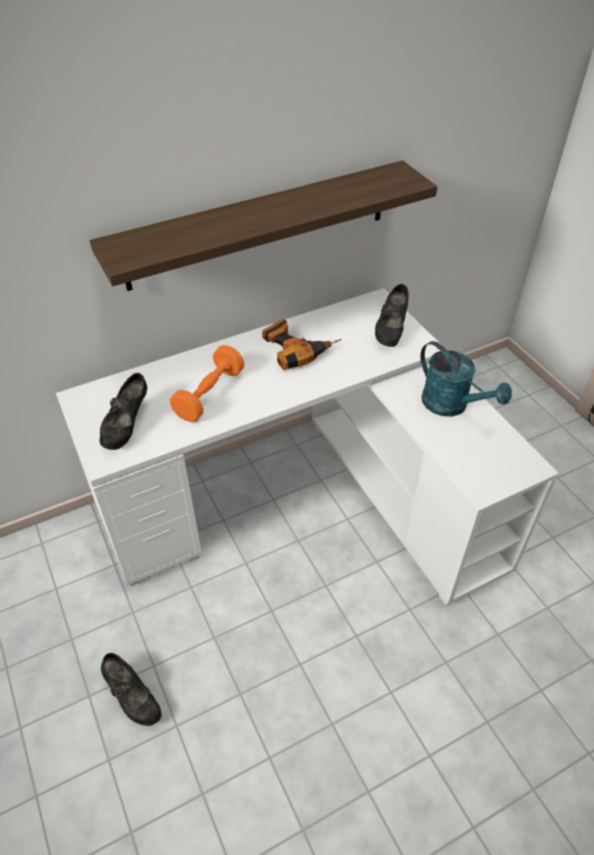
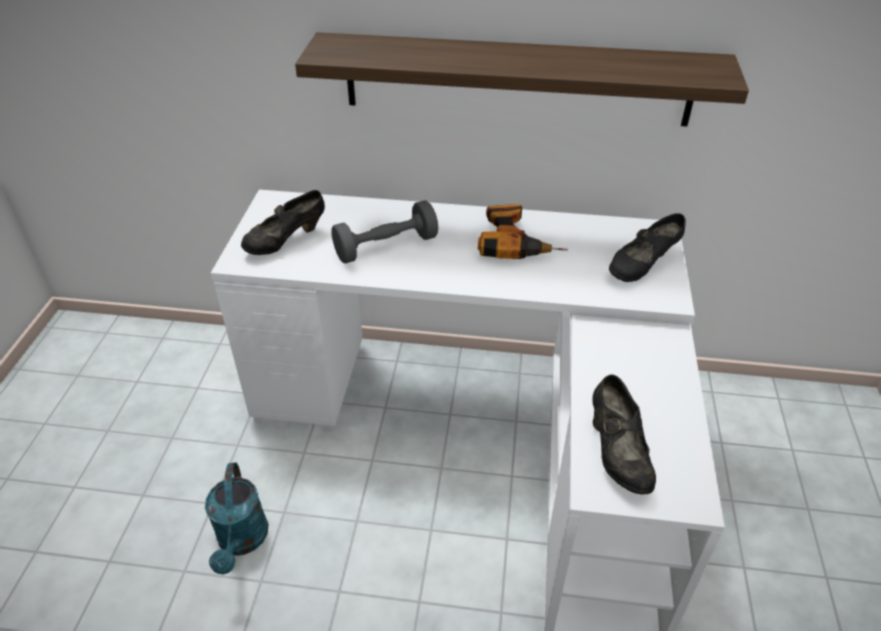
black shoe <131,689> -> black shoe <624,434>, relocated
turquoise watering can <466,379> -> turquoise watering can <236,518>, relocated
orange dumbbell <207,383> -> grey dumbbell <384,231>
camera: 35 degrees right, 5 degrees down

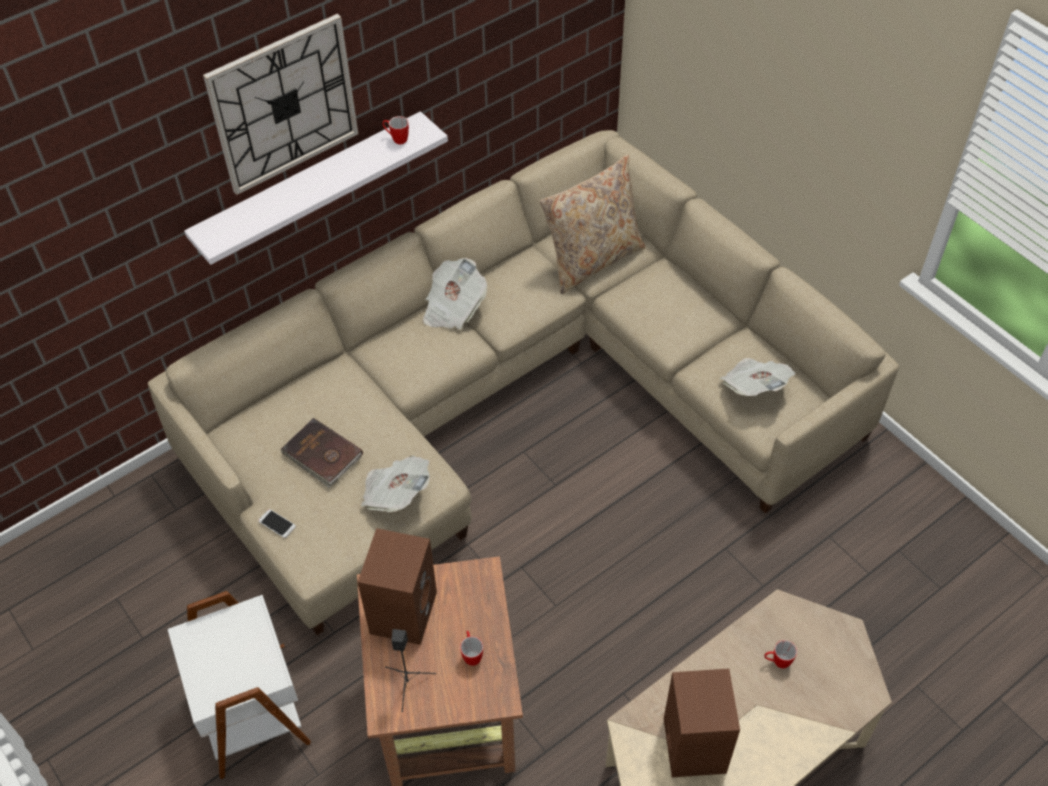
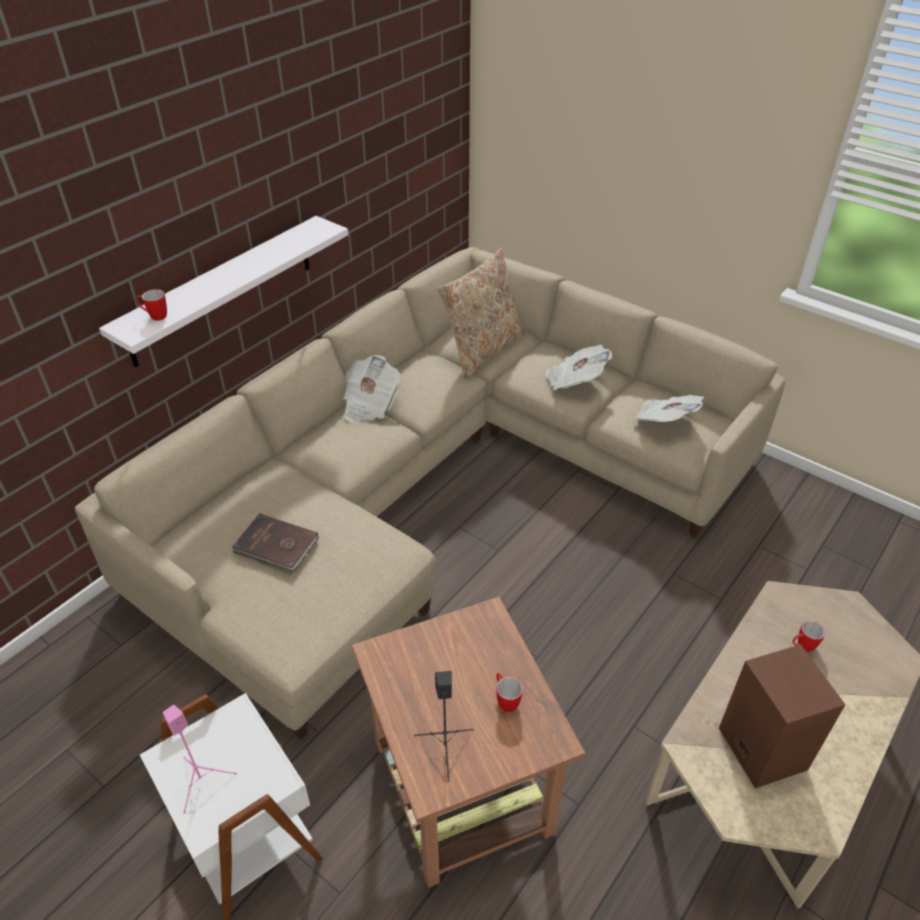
wall clock <280,104> -> none
phone <277,523> -> none
brown speaker <397,586> -> none
none -> pink speaker <199,759>
newspaper <395,484> -> newspaper <578,367>, relocated
mug <396,130> -> mug <151,305>, relocated
camera: 15 degrees left, 10 degrees down

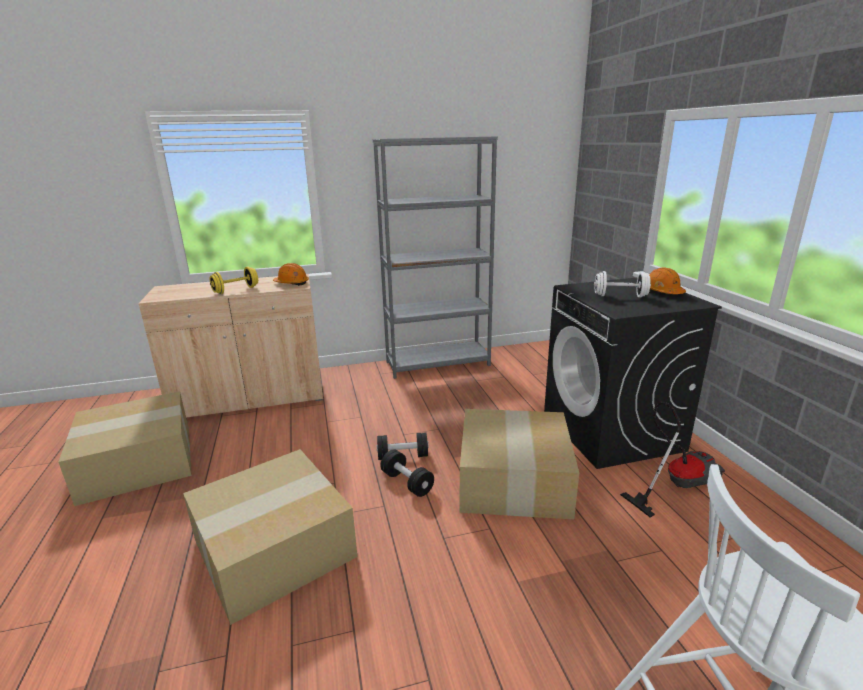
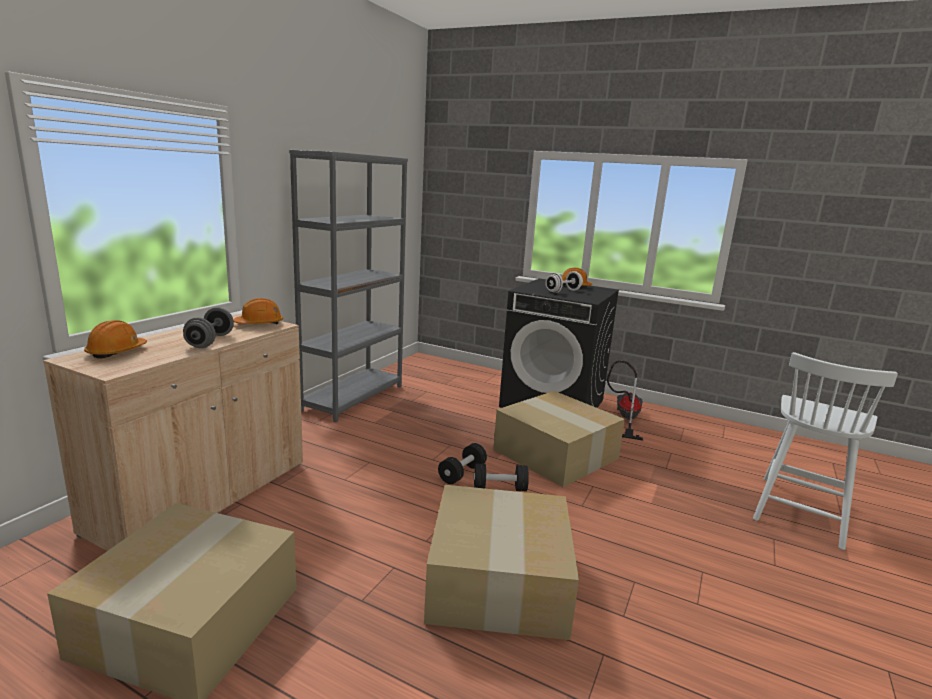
none -> orange hard hat <115,339>
yellow dumbbell <234,280> -> grey dumbbell <208,327>
camera: 50 degrees left, 5 degrees down

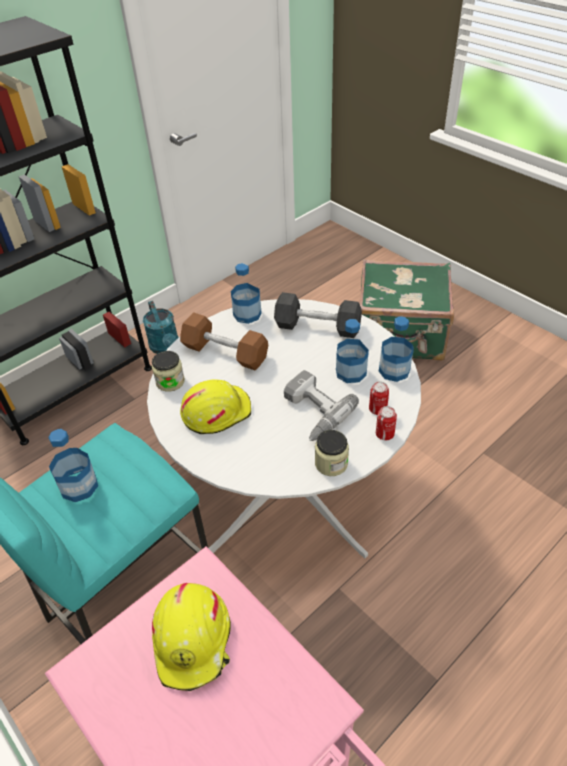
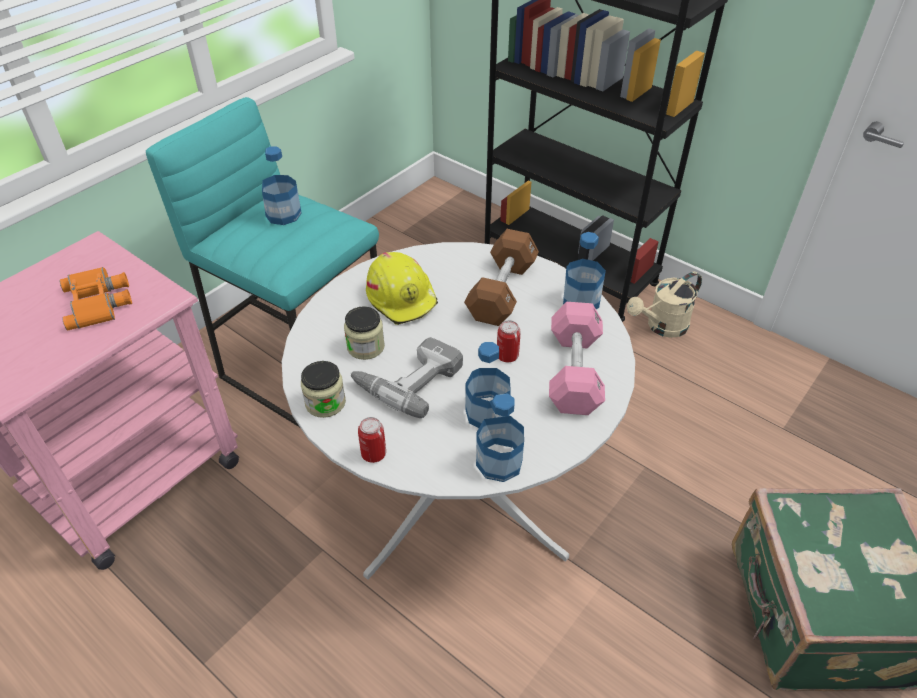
jar <168,371> -> jar <364,333>, relocated
can <379,398> -> can <509,341>, relocated
yellow hard hat <191,637> -> orange binoculars <96,299>
turquoise watering can <161,327> -> beige watering can <664,305>
black dumbbell <318,315> -> pink dumbbell <577,358>
camera: 80 degrees right, 0 degrees up

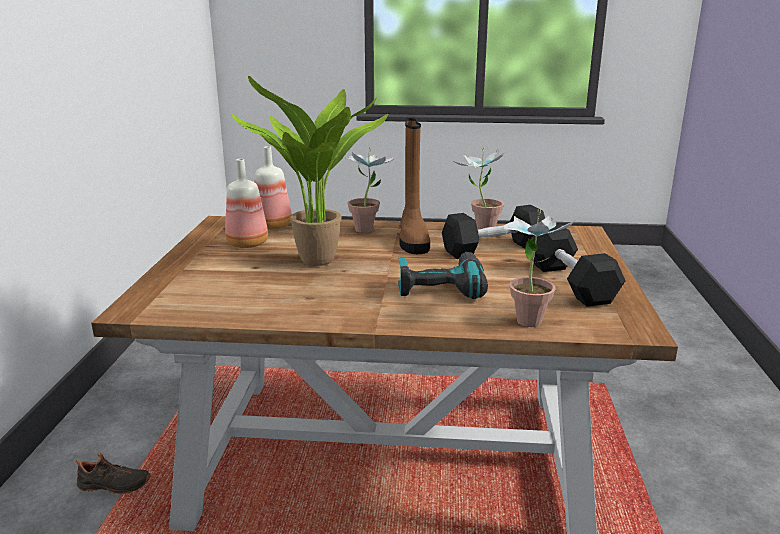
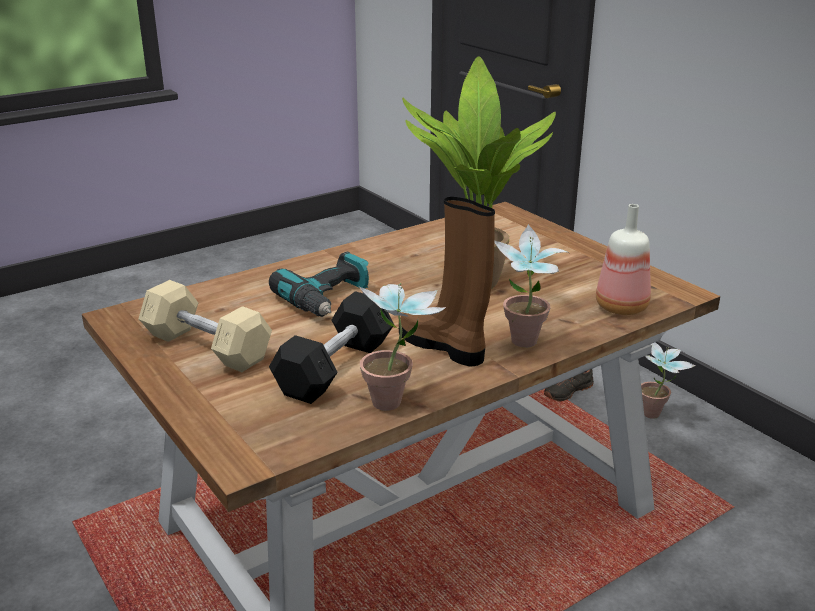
bottle <246,203> -> none
potted plant <537,268> -> potted plant <668,380>, relocated
black dumbbell <578,266> -> beige dumbbell <205,326>
camera: 140 degrees right, 5 degrees up

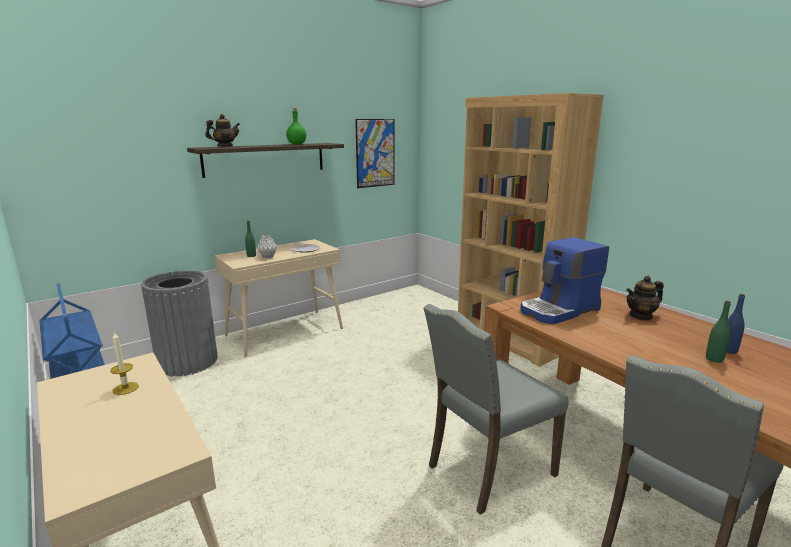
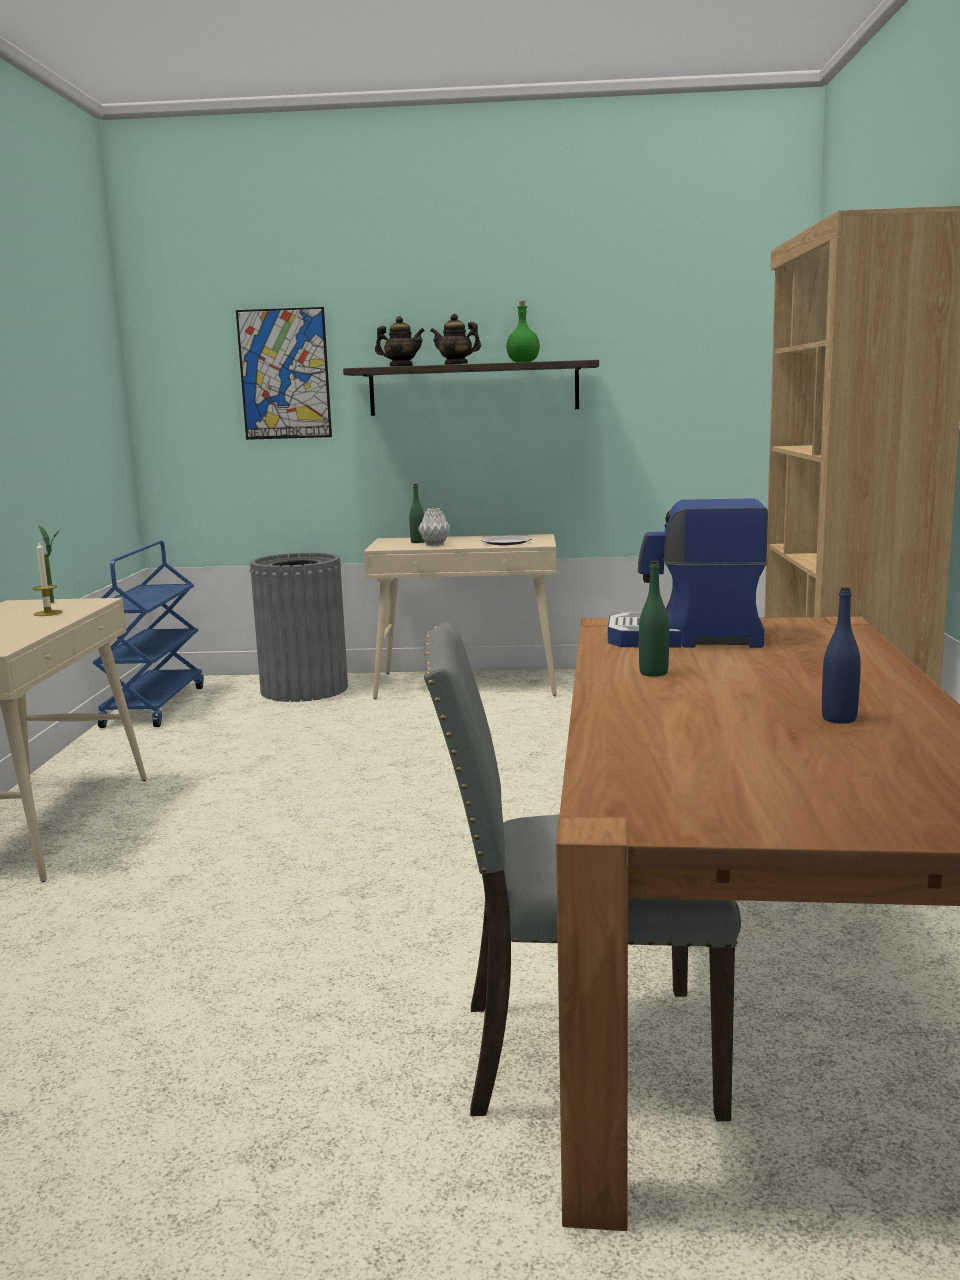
grey chair <496,409> -> none
none -> potted plant <50,564>
picture <375,153> -> picture <284,373>, relocated
teapot <645,298> -> teapot <456,339>, relocated
green bottle <718,332> -> green bottle <654,619>, relocated
camera: 40 degrees right, 5 degrees down

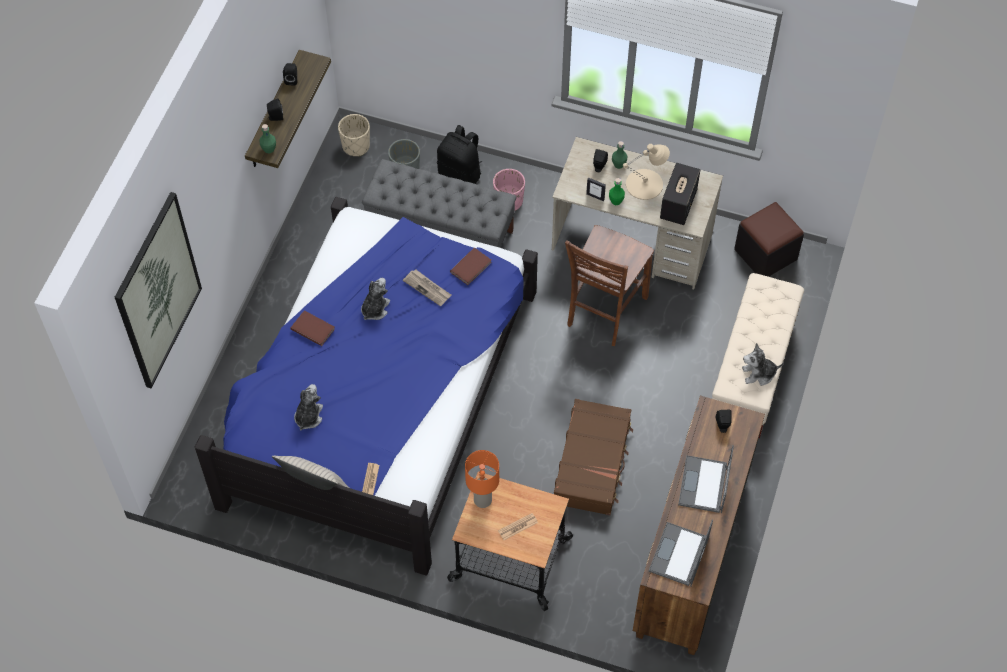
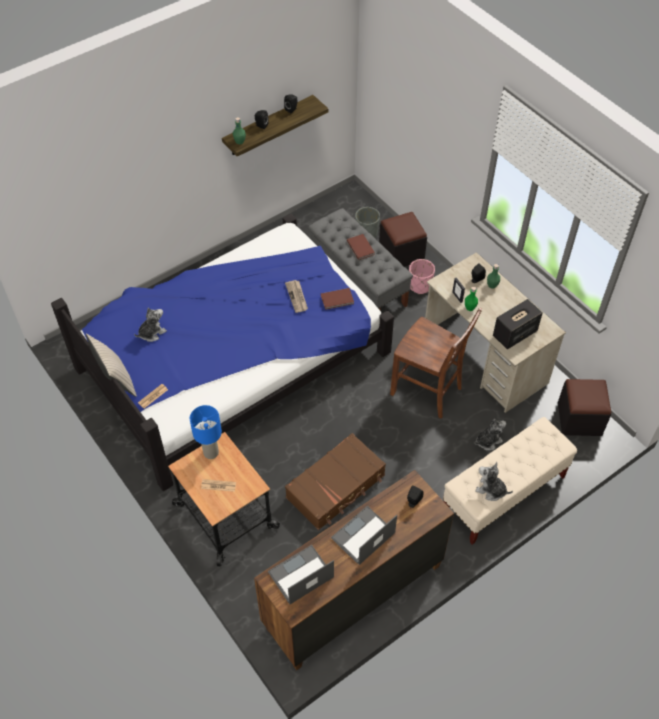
picture <158,290> -> none
beige planter <354,135> -> none
beige table lamp <646,172> -> none
brown book <312,328> -> brown book <361,247>, relocated
plush toy <375,299> -> plush toy <490,435>, relocated
black backpack <459,154> -> black ottoman <403,239>
orange table lamp <482,479> -> blue table lamp <206,432>
brown chair <609,285> -> brown chair <436,363>, 120 degrees counterclockwise
camera: 35 degrees right, 5 degrees down

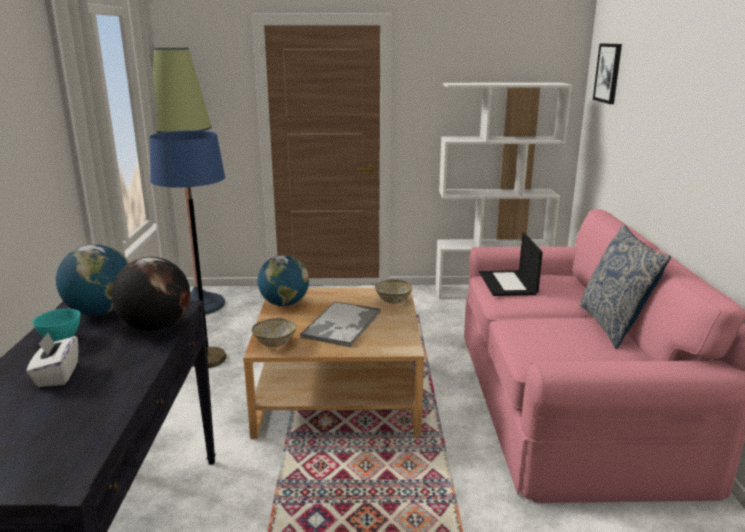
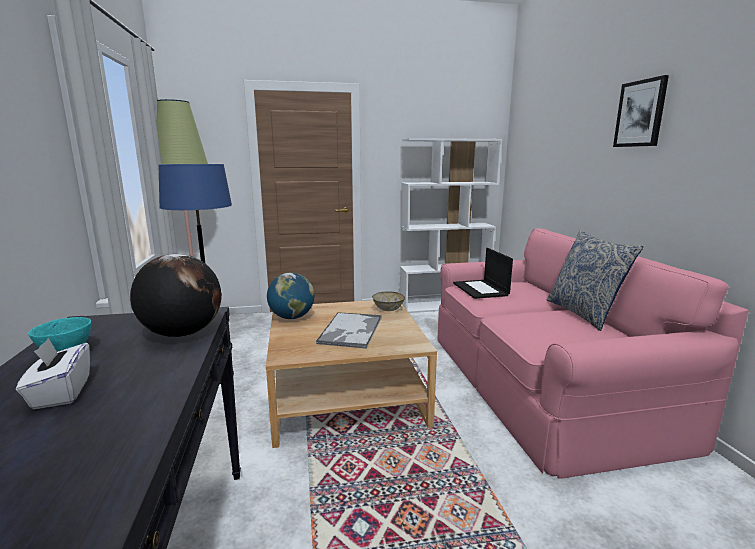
globe <92,280> -> none
bowl <274,333> -> none
picture <607,73> -> picture <641,111>, relocated
camera: 10 degrees left, 5 degrees down

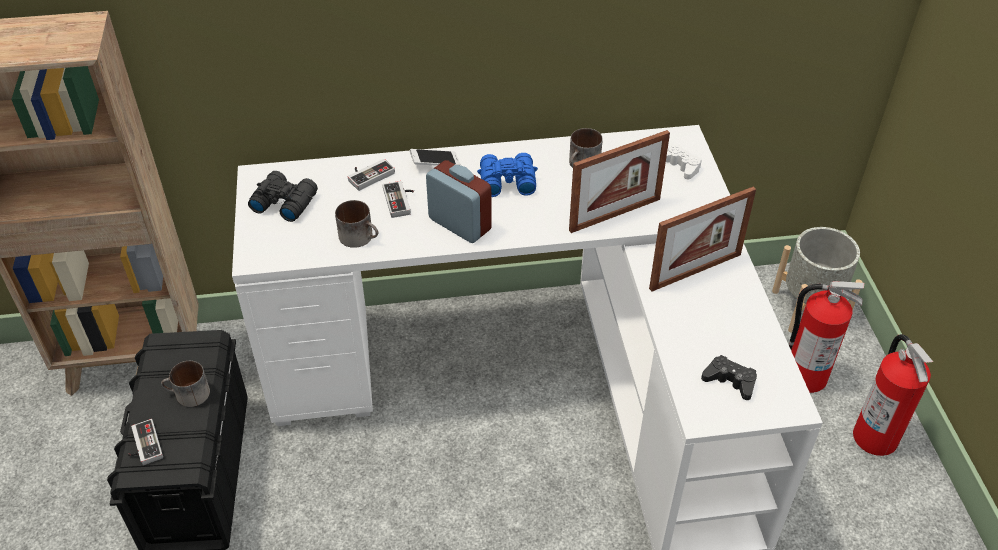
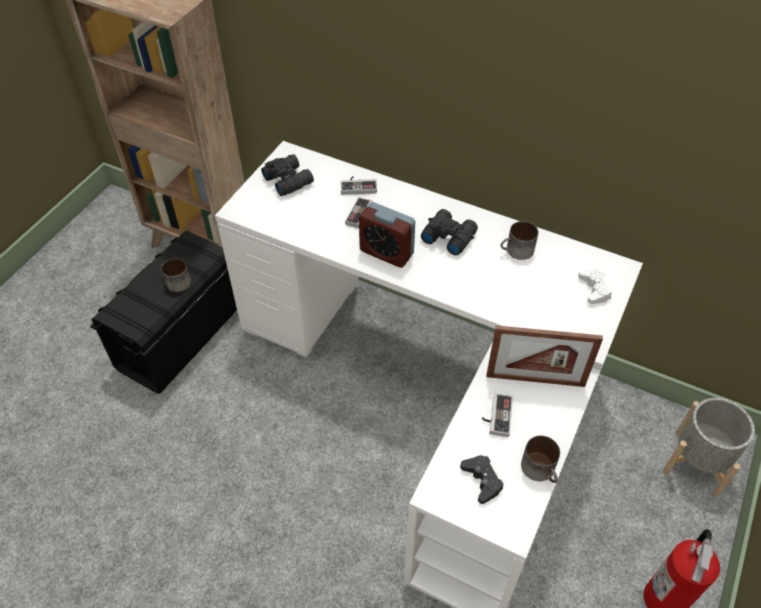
phone <435,157> -> none
picture frame <619,181> -> none
fire extinguisher <826,337> -> none
game controller <145,442> -> game controller <497,415>, relocated
mug <356,224> -> mug <540,459>, relocated
blue binoculars <507,175> -> black binoculars <449,232>
alarm clock <459,201> -> alarm clock <387,235>, 135 degrees clockwise
camera: 35 degrees right, 5 degrees up

